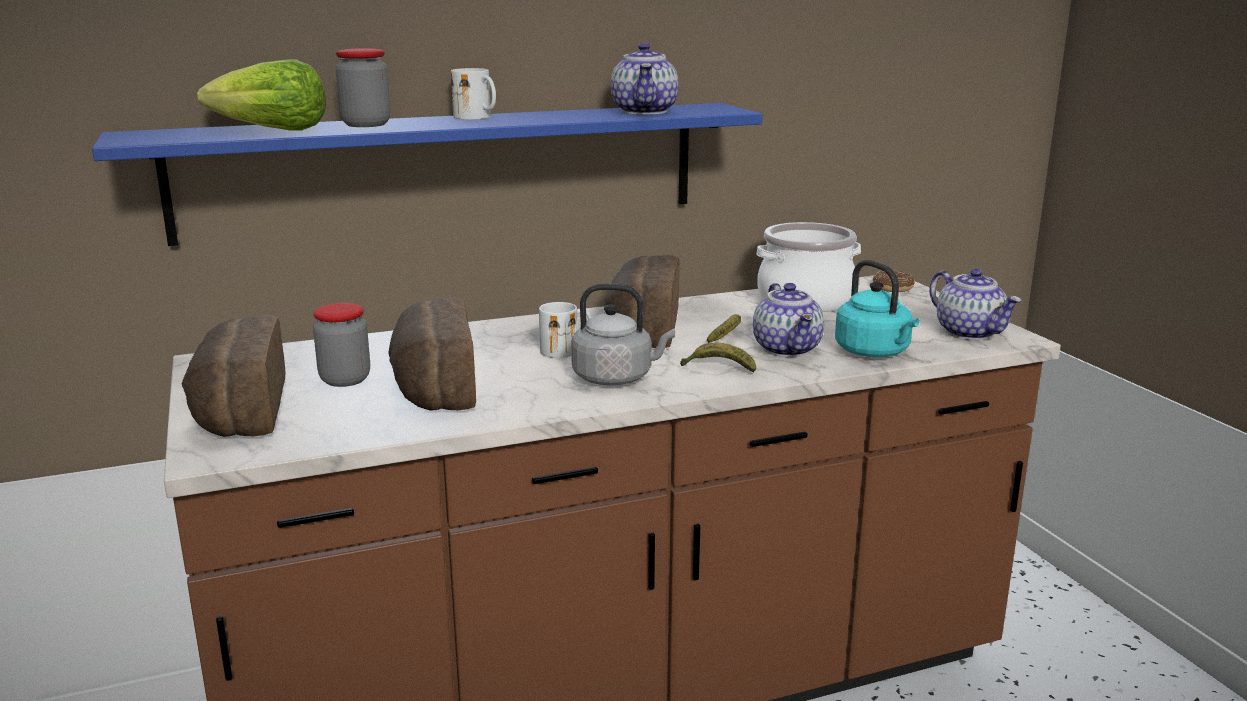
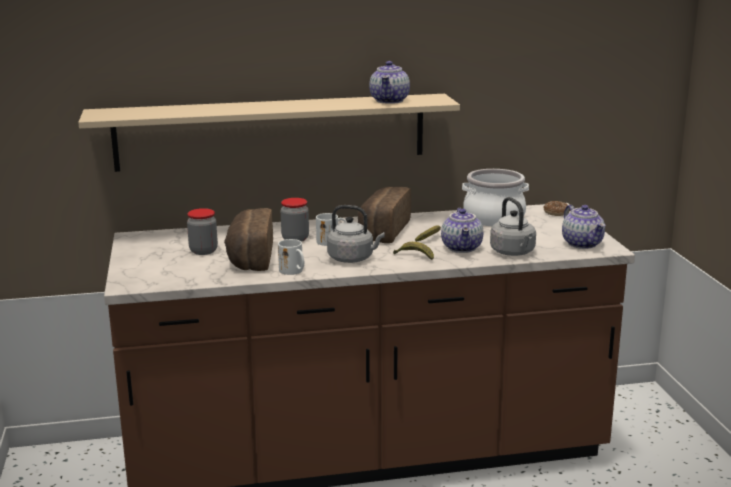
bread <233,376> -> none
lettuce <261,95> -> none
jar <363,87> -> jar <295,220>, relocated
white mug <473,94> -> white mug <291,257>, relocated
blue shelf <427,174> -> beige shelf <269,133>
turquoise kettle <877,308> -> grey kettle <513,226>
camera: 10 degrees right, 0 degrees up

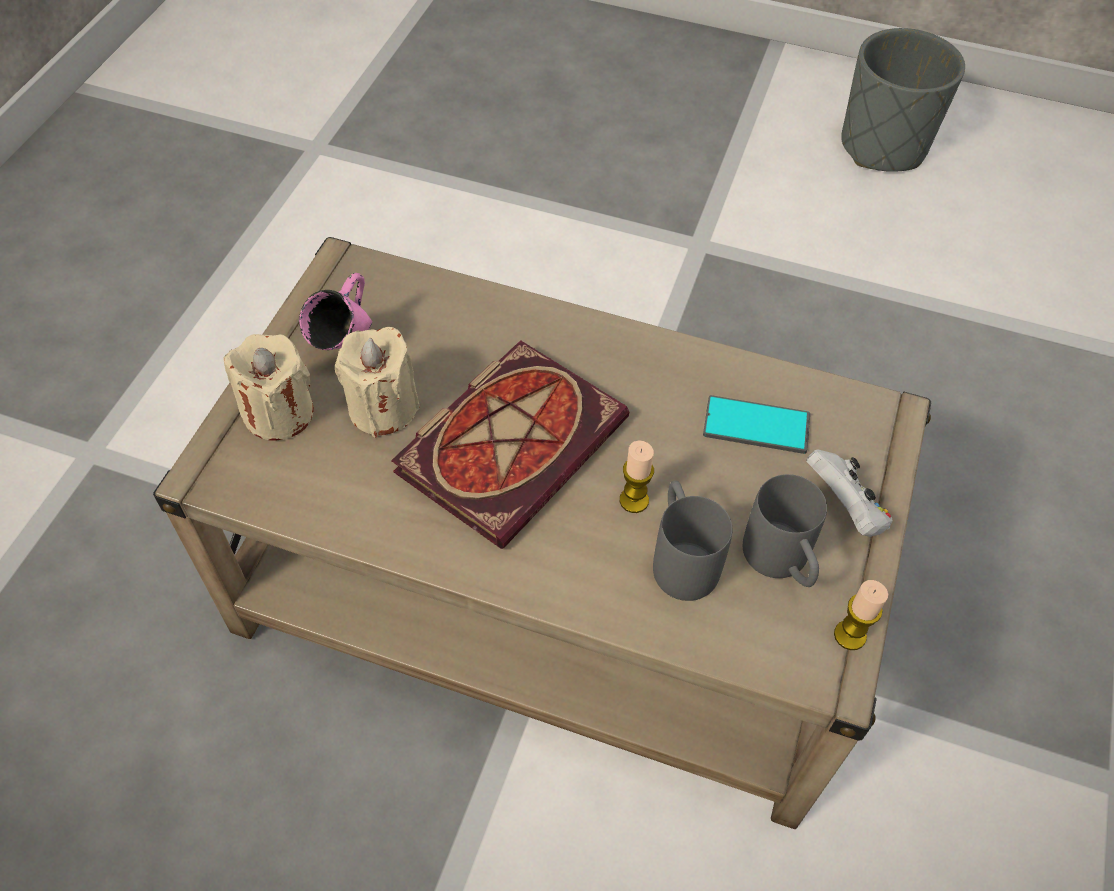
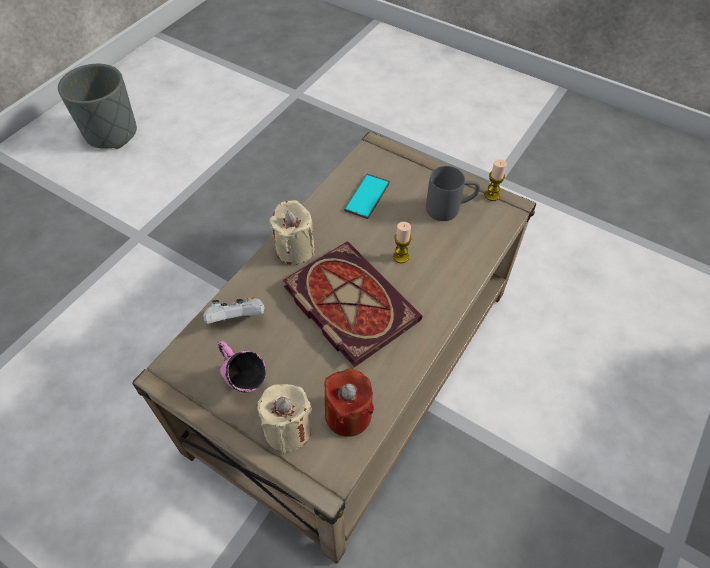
grey mug <692,541> -> none
none -> red candle <349,403>
beige candle <377,382> -> beige candle <292,232>, relocated
white game controller <849,493> -> white game controller <233,310>, relocated
camera: 75 degrees left, 0 degrees up

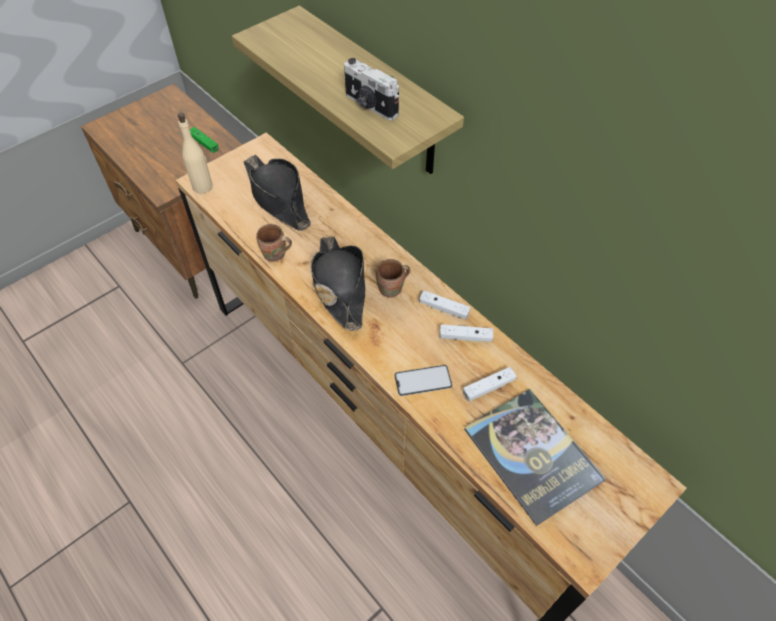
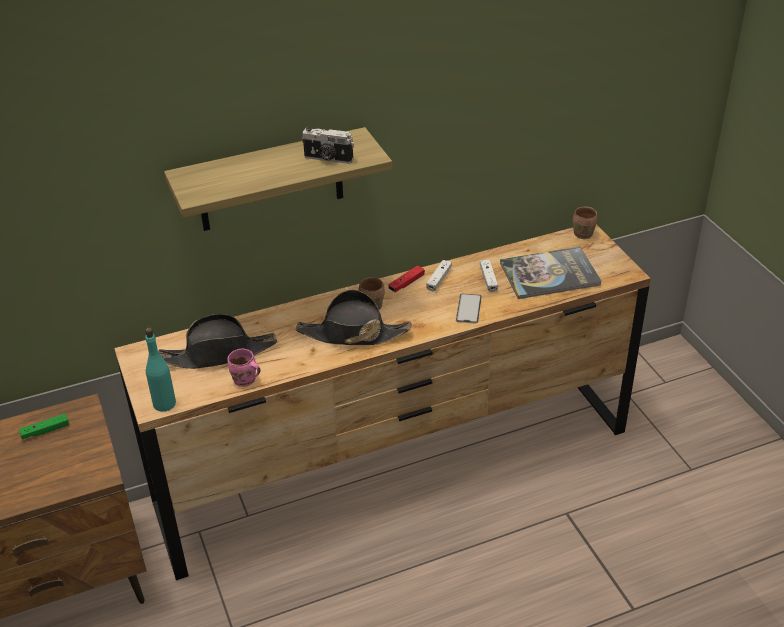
none -> pink mug <244,367>
brown mug <274,243> -> brown mug <585,222>, relocated
beige bottle <195,153> -> turquoise bottle <160,370>
white game controller <445,305> -> red game controller <406,278>
photo camera <371,89> -> photo camera <328,145>, 45 degrees clockwise
camera: 70 degrees left, 15 degrees down

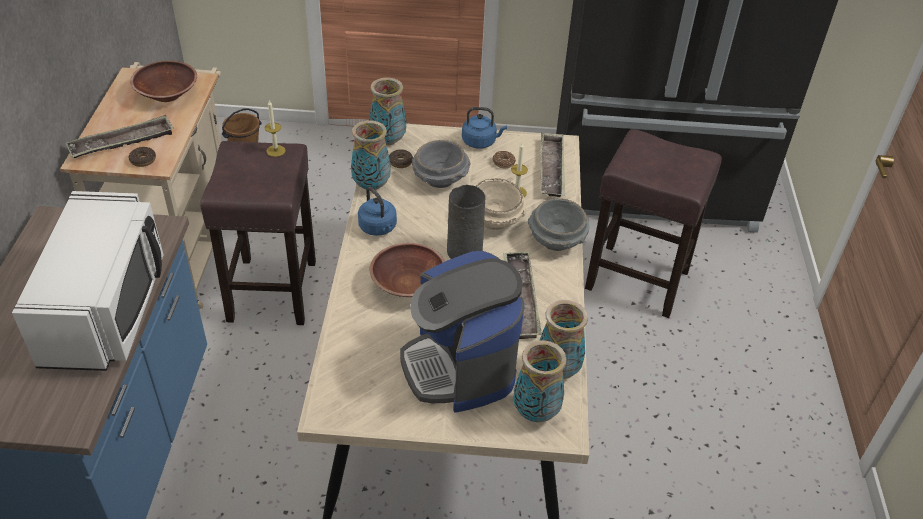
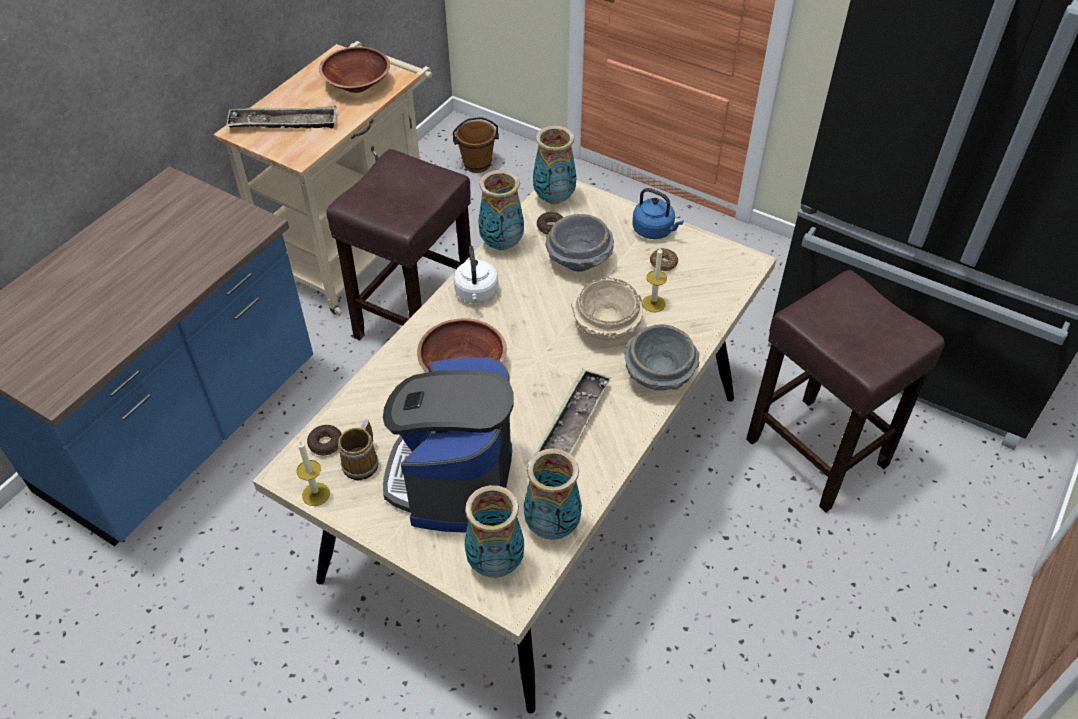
white microwave <88,281> -> none
grey vase <466,222> -> none
tray <553,165> -> none
none -> mug <358,449>
donut <142,157> -> donut <324,439>, relocated
candle <275,128> -> candle <313,473>, relocated
blue kettle <377,211> -> white kettle <475,274>
camera: 30 degrees right, 5 degrees up

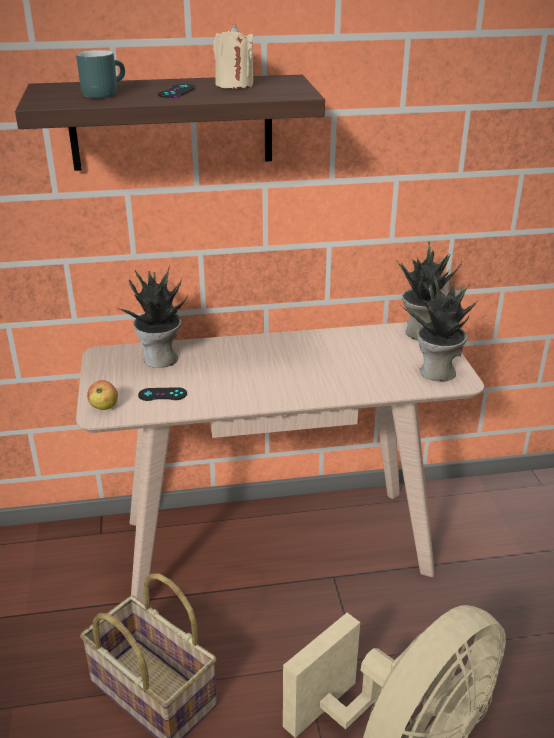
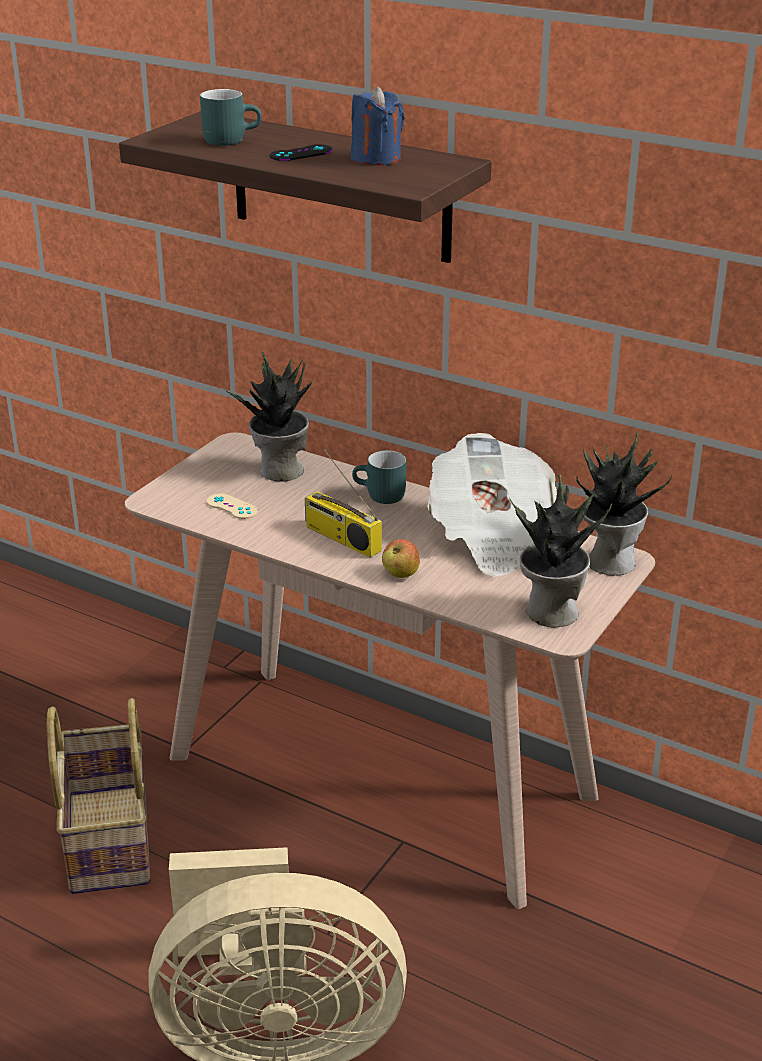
none -> radio <343,504>
none -> turquoise mug <379,477>
none -> newspaper <492,505>
apple <102,395> -> apple <401,558>, relocated
black game controller <162,394> -> beige game controller <232,506>
beige candle <233,56> -> blue candle <378,126>
camera: 40 degrees right, 0 degrees up

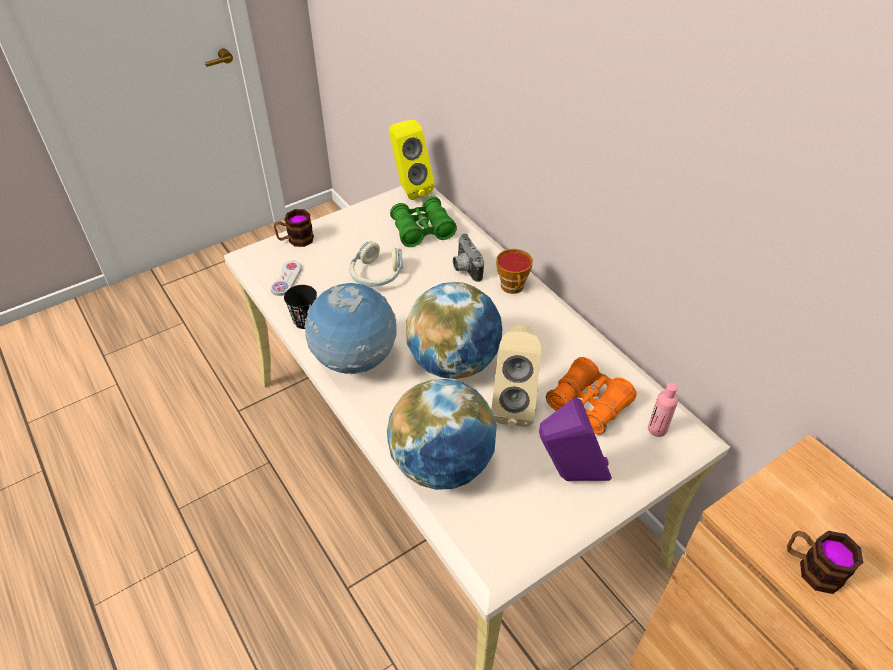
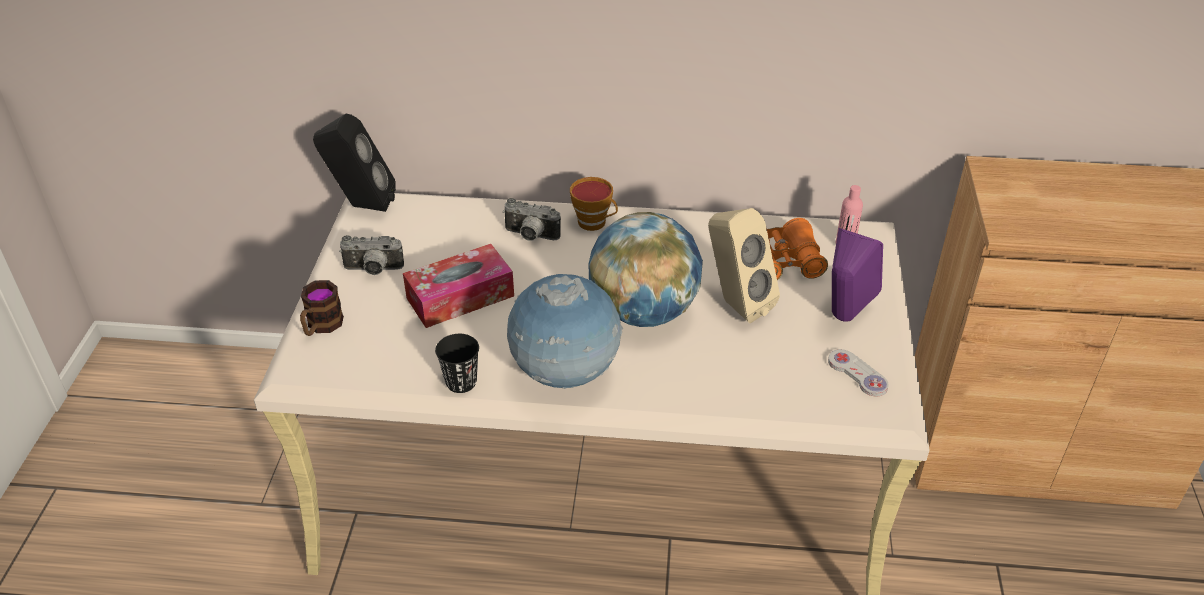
globe <442,434> -> none
green binoculars <423,221> -> none
mug <825,562> -> none
none -> photo camera <371,255>
white game controller <286,278> -> white game controller <858,372>, relocated
headphones <376,264> -> tissue box <458,286>
yellow speaker <412,160> -> black speaker <354,163>
camera: 50 degrees left, 5 degrees down

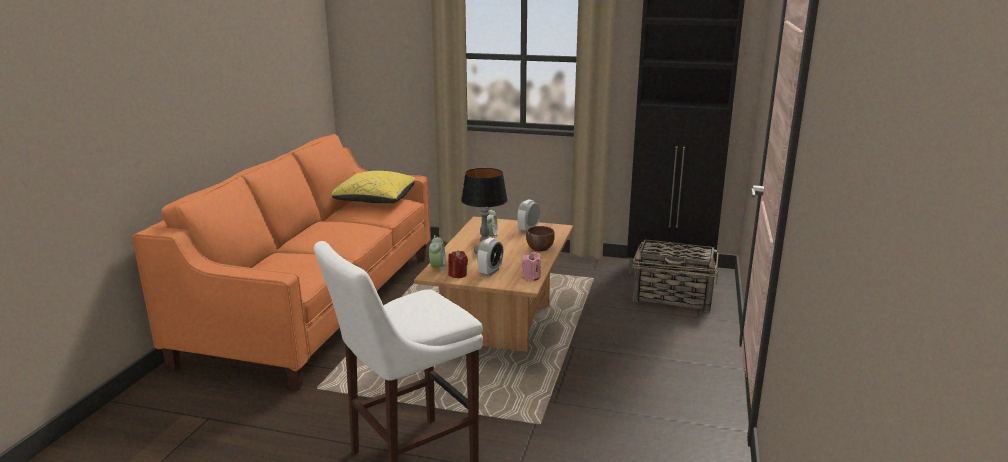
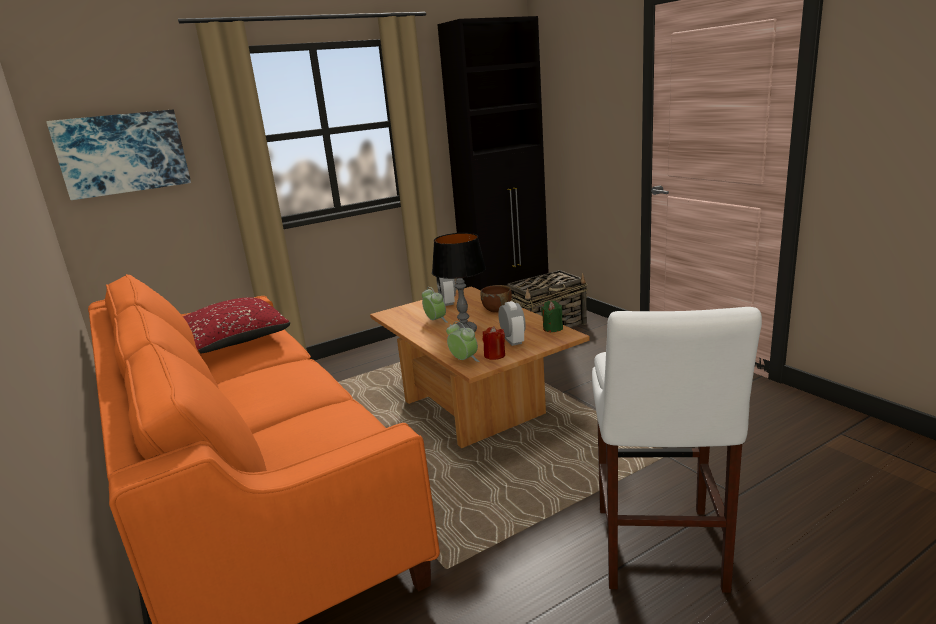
none -> picture <118,155>
yellow pillow <373,187> -> red pillow <236,325>
pink candle <531,266> -> green candle <552,316>
camera: 45 degrees left, 0 degrees up

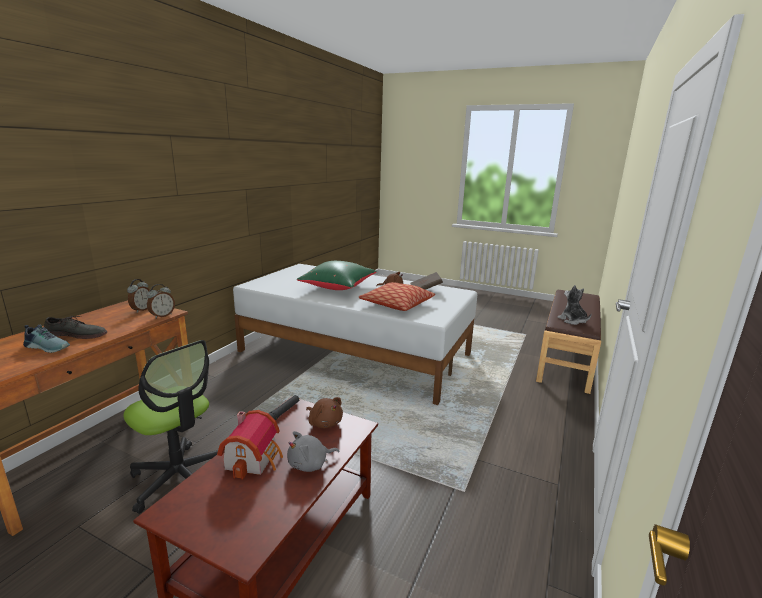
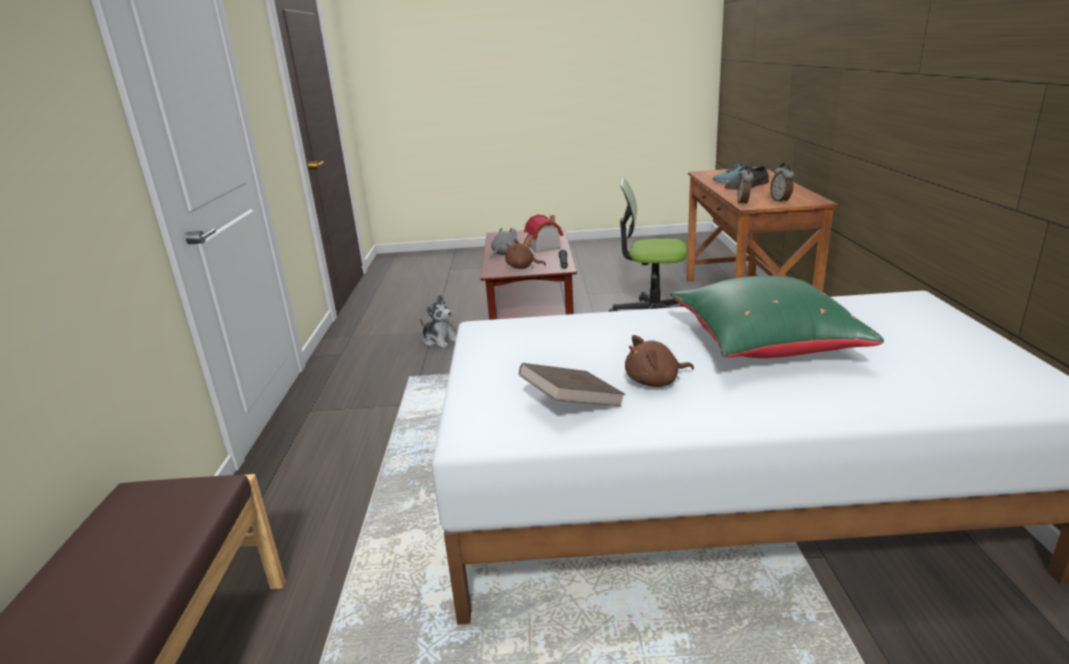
pillow <397,296> -> none
plush toy <574,305> -> plush toy <438,321>, relocated
camera: 155 degrees right, 5 degrees up

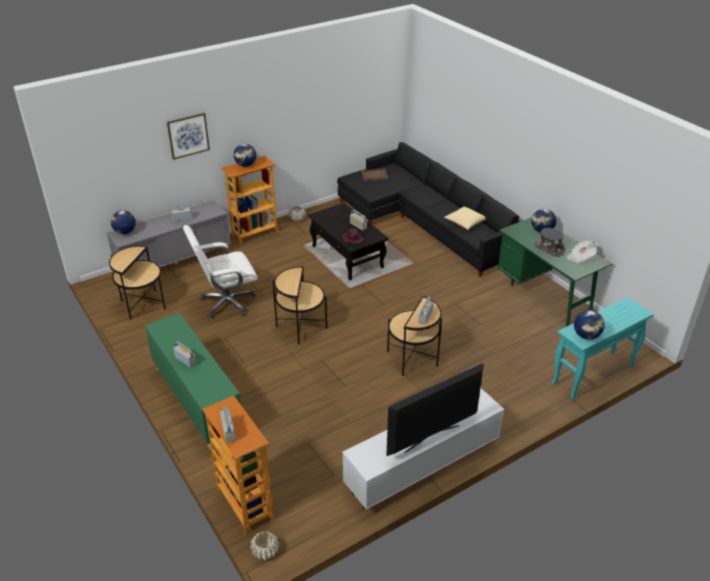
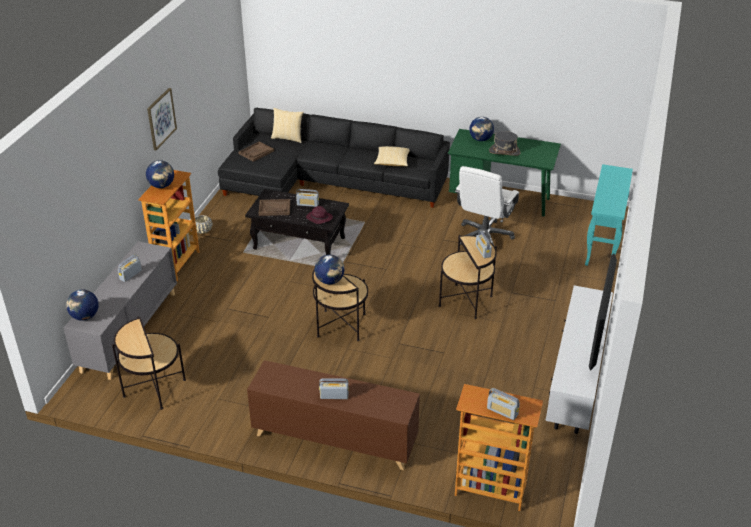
beige planter <264,545> -> none
newspaper <582,251> -> none
none -> brown tray <274,207>
none -> pillow <287,125>
picture <188,136> -> picture <162,119>, relocated
white office chair <220,271> -> white office chair <487,205>, relocated
globe <589,324> -> globe <329,269>, relocated
green cabinet <193,381> -> brown cabinet <333,415>
camera: 40 degrees left, 0 degrees up

